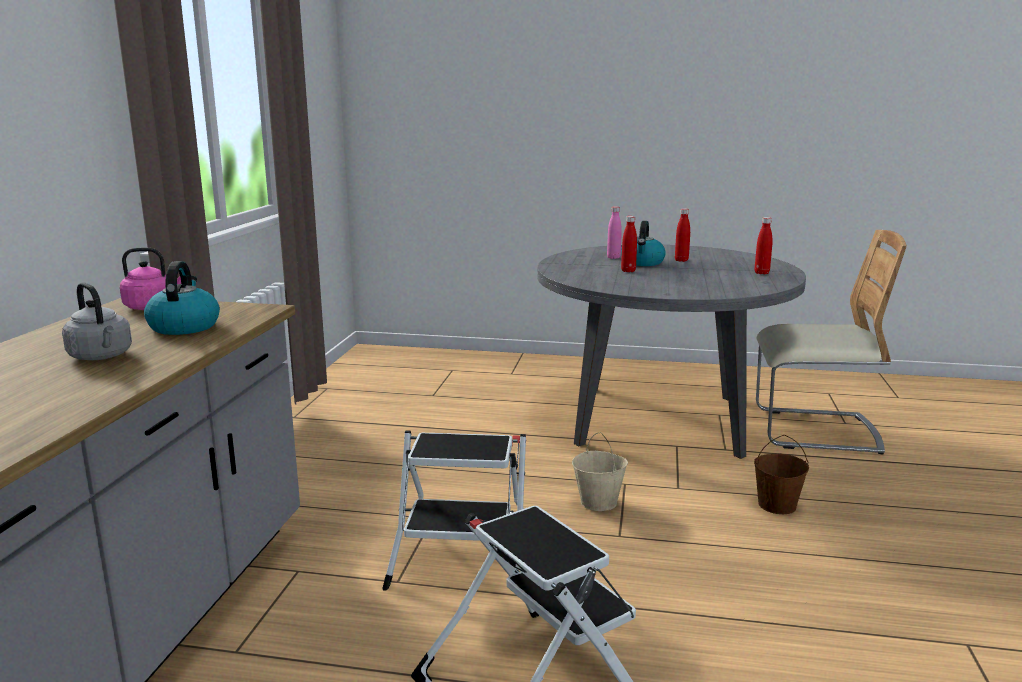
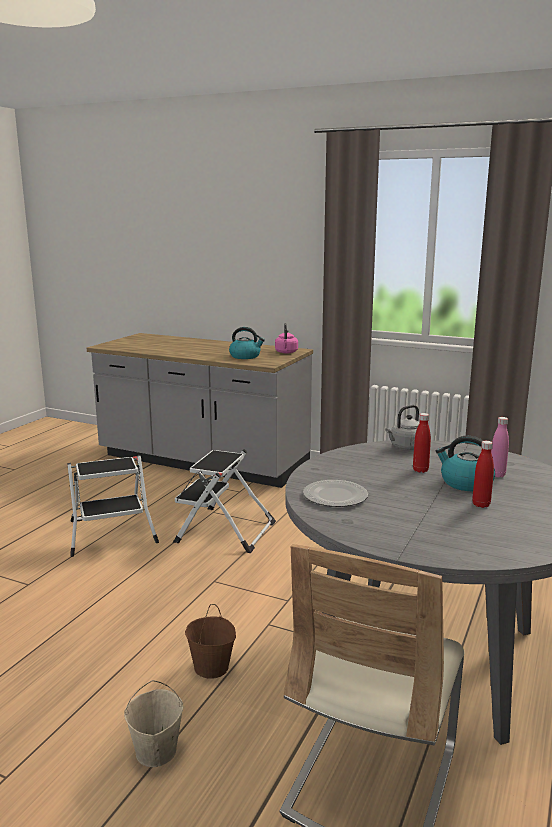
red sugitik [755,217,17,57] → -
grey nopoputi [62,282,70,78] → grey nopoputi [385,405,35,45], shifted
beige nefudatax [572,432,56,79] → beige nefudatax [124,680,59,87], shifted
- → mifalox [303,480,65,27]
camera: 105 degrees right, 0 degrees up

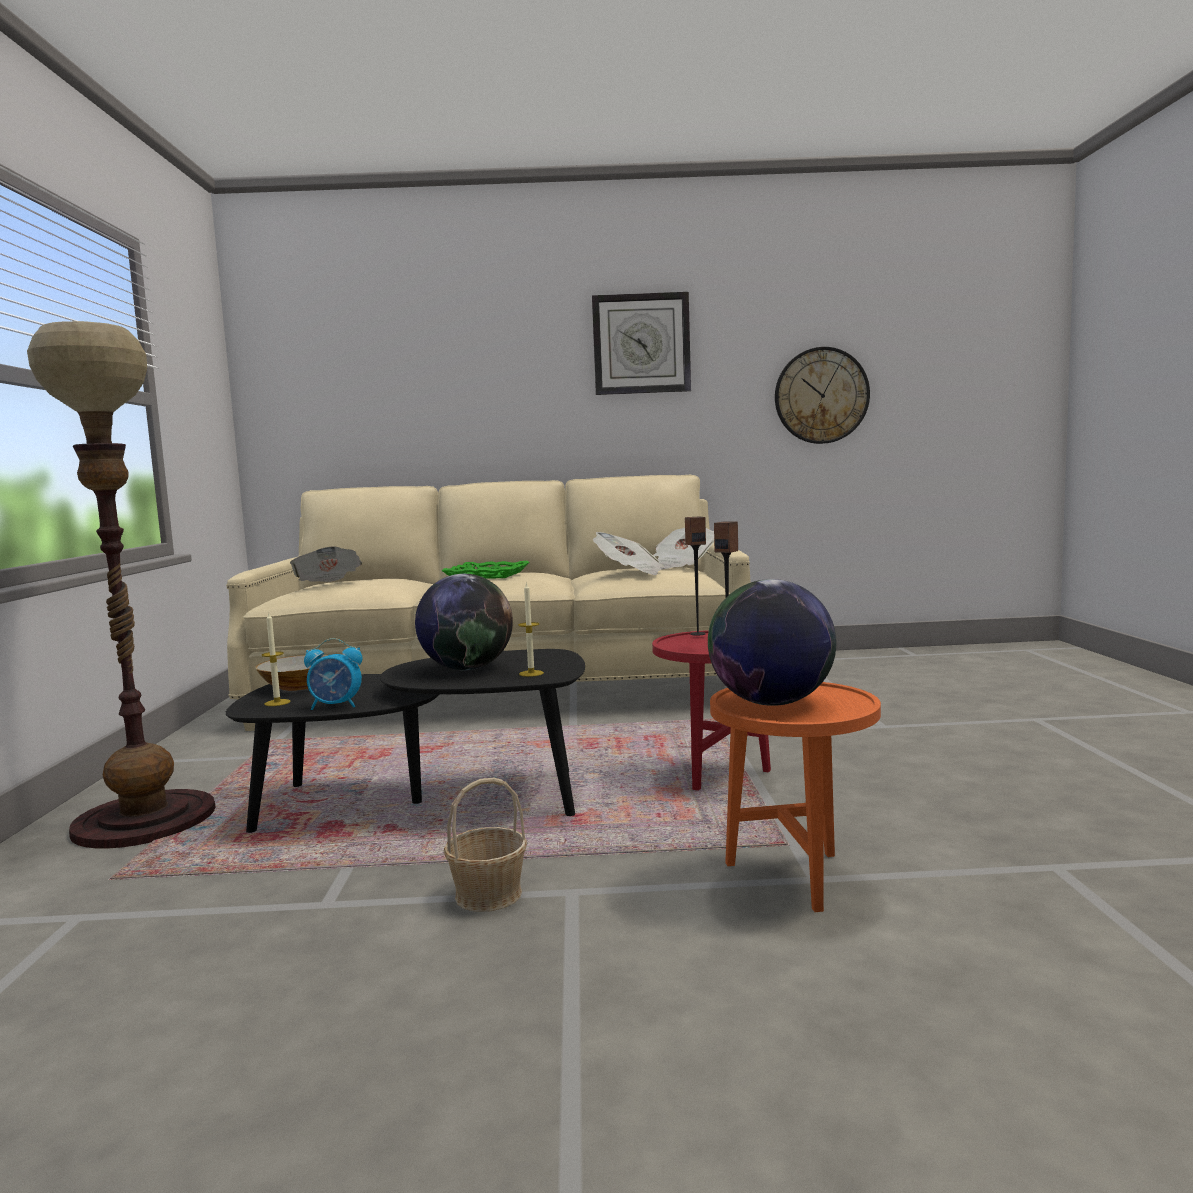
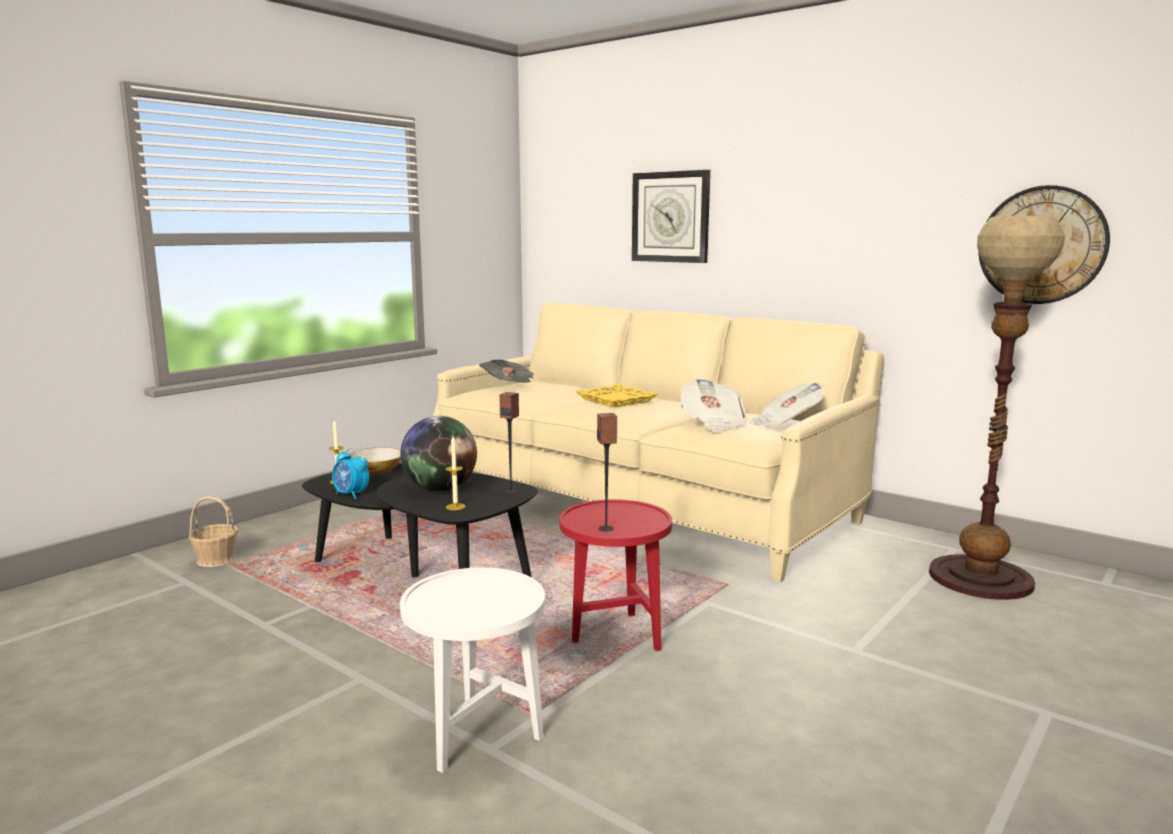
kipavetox [592,292,99,103] → kipavetox [632,170,78,93], shifted
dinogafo [27,321,189,527] → dinogafo [929,216,136,384], shifted
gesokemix [685,516,21,120] → gesokemix [499,392,20,102], shifted
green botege [441,561,88,18] → yellow botege [575,384,83,23]
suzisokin [708,579,128,127] → -
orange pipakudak [710,682,171,230] → white pipakudak [400,567,145,206]
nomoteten [444,778,83,134] → nomoteten [189,496,49,71], shifted
camera: 40 degrees right, 5 degrees up

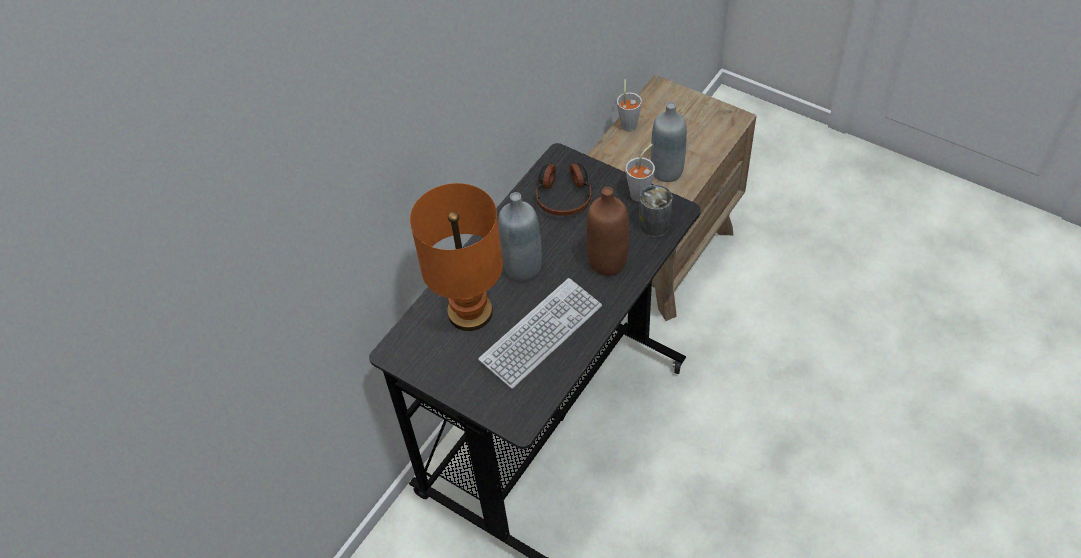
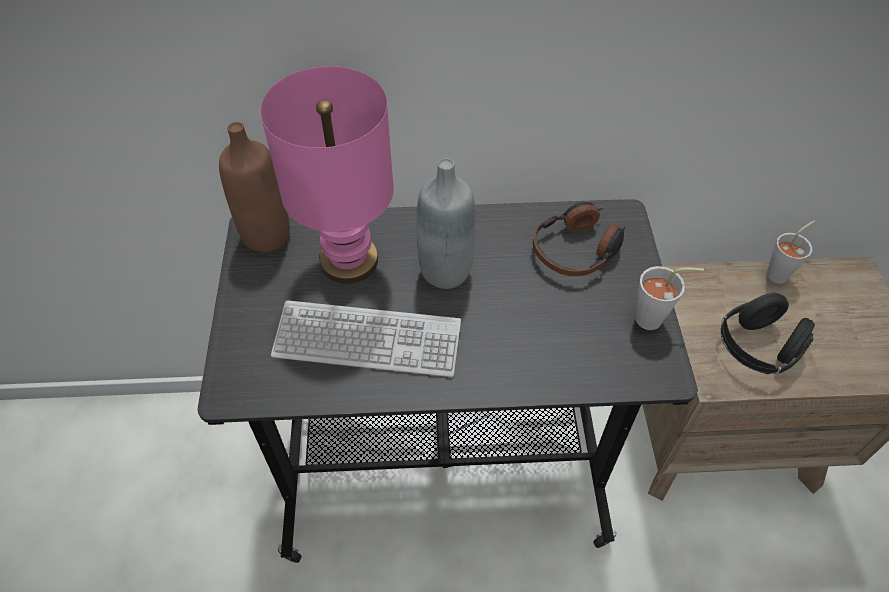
grey sugitik [651,102,36,80] → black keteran [721,293,94,81]
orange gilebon [410,183,93,148] → pink gilebon [260,66,134,218]
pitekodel [639,185,34,52] → -
brown sugitik [586,187,43,89] → brown sugitik [219,122,71,130], shifted
camera: 50 degrees right, 0 degrees up

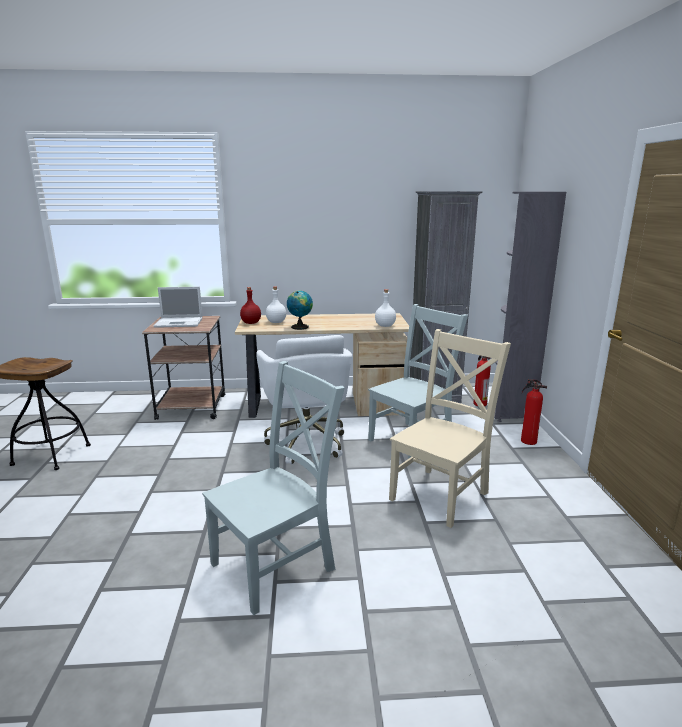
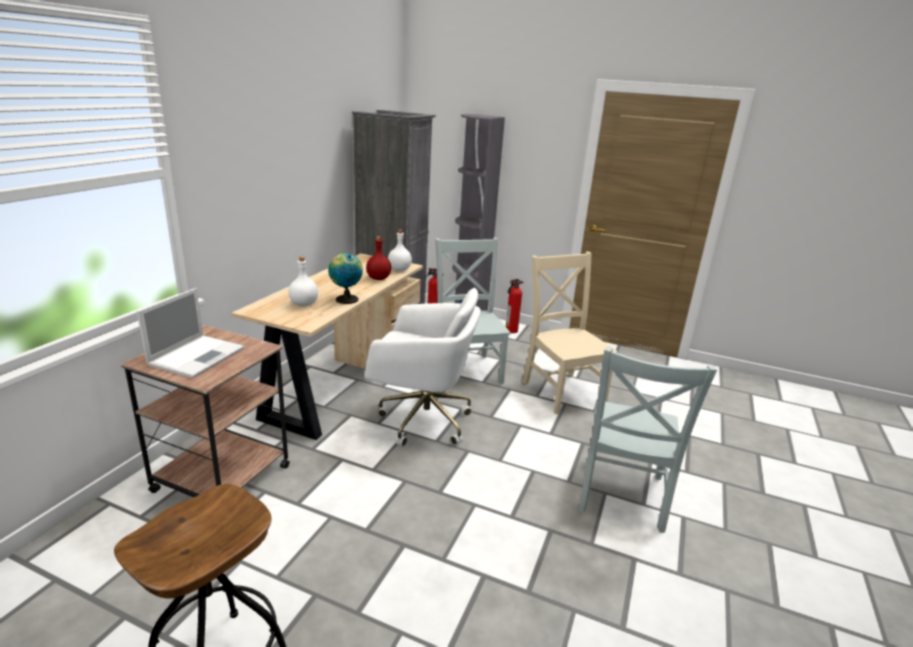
red sugitik [240,287,21,37] → red sugitik [366,236,25,44], shifted
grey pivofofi [202,361,143,254] → grey pivofofi [578,347,139,186], 150 degrees counterclockwise
camera: 65 degrees left, 5 degrees up

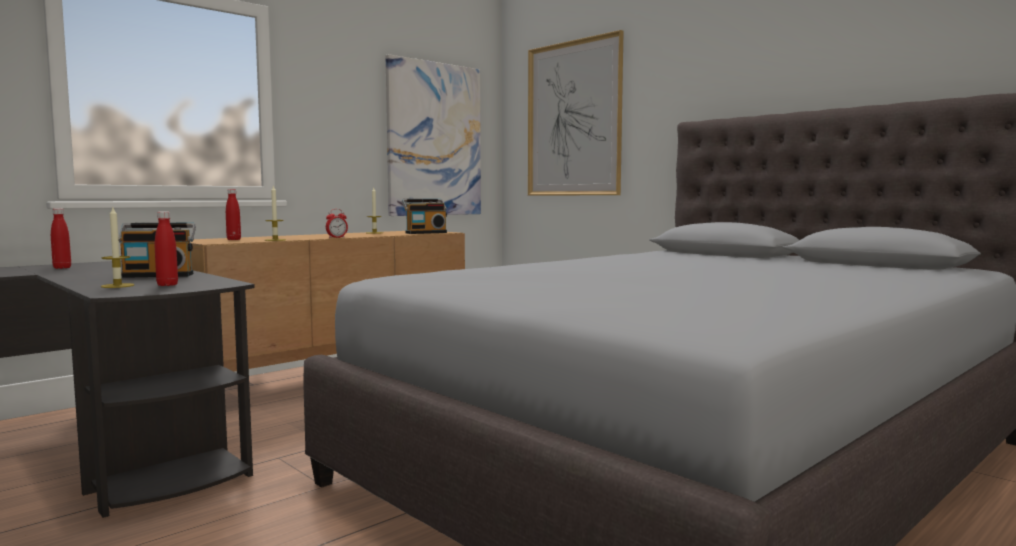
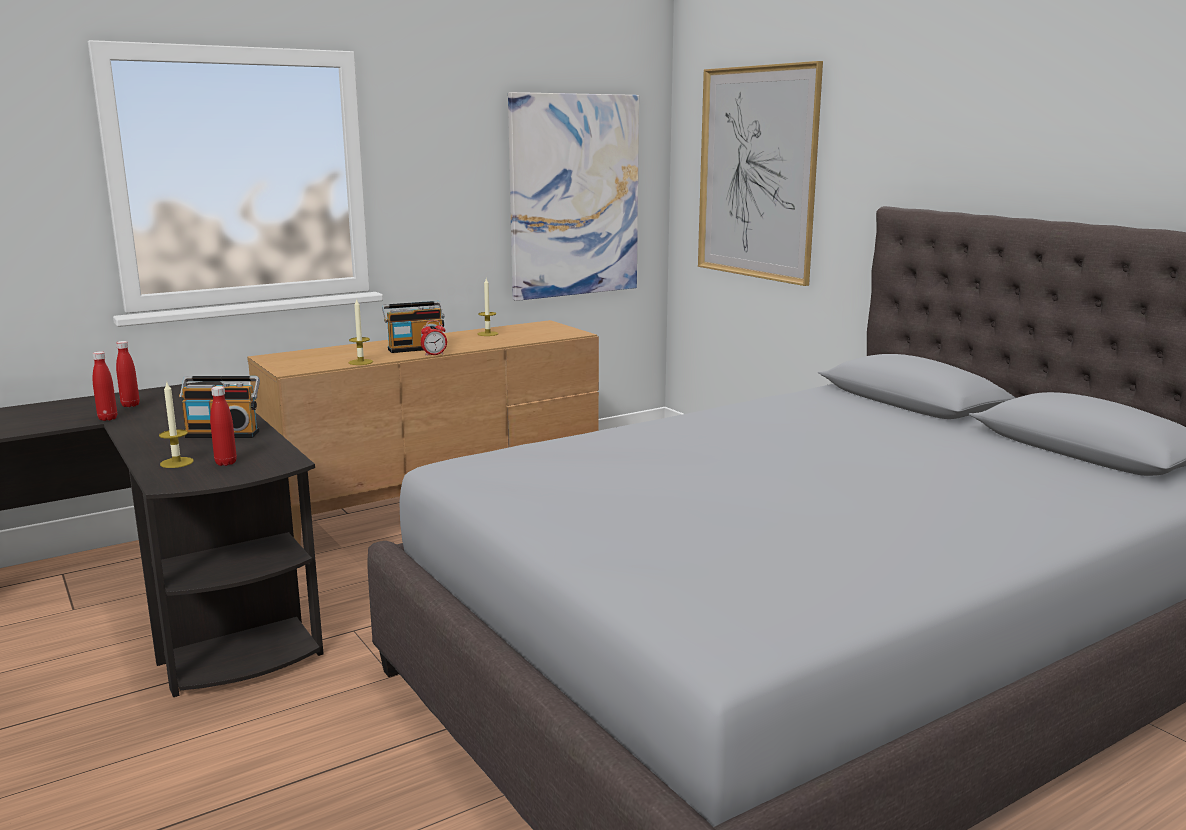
red sugitik [226,189,15,51] → red sugitik [92,351,25,70], shifted
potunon [401,199,46,35] → potunon [382,301,63,52], shifted
camera: 10 degrees right, 10 degrees up

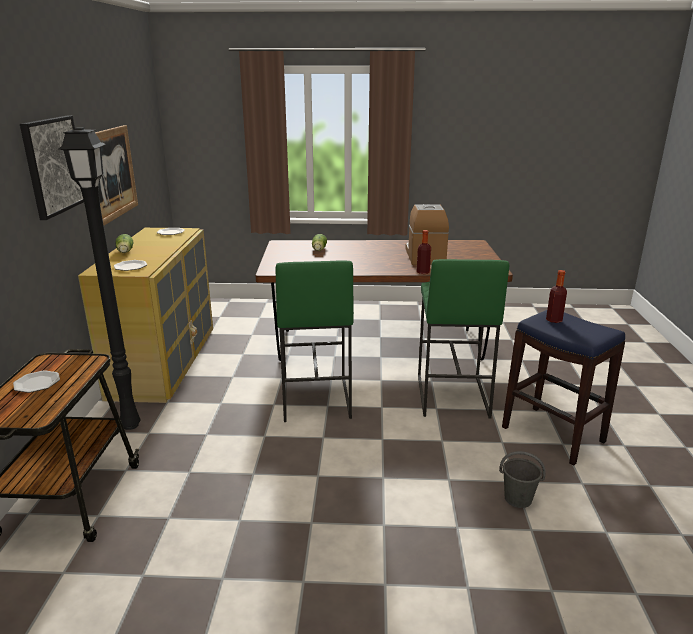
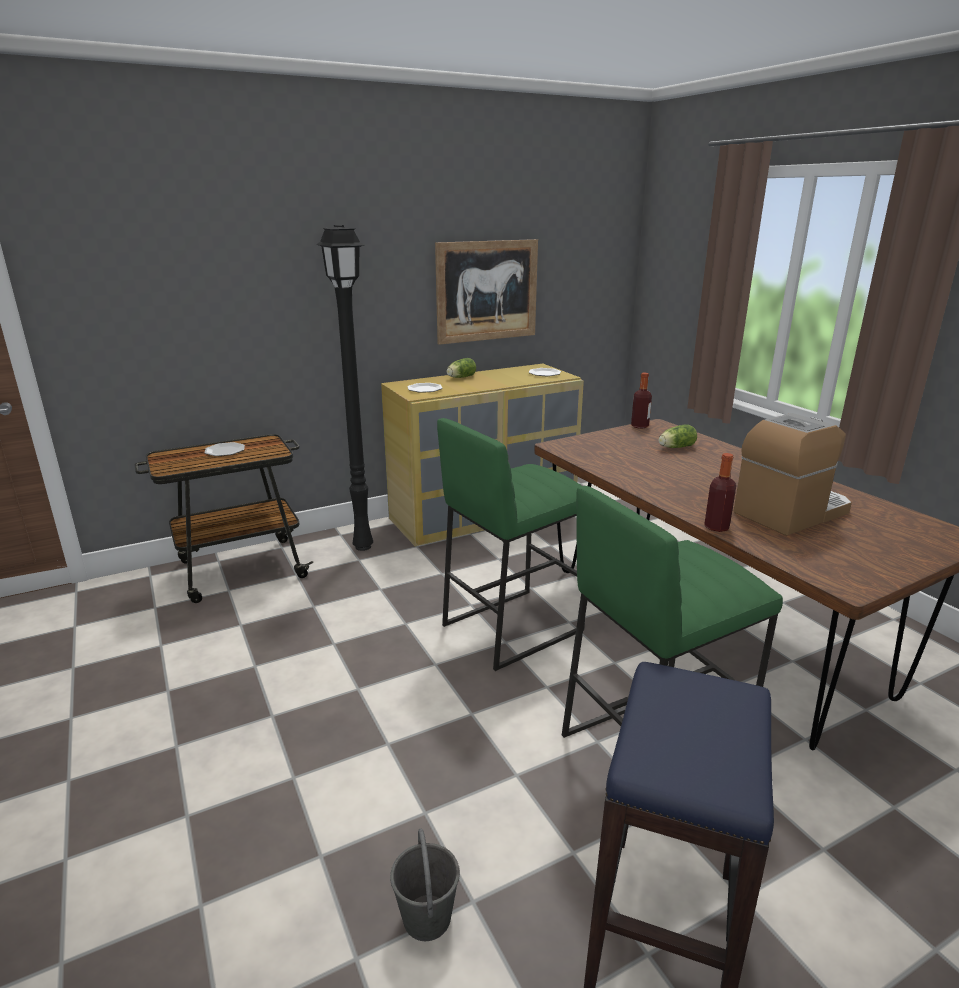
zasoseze [20,116,64,104] → -
sugitik [546,270,21,53] → sugitik [631,373,21,56], shifted
camera: 60 degrees right, 0 degrees up

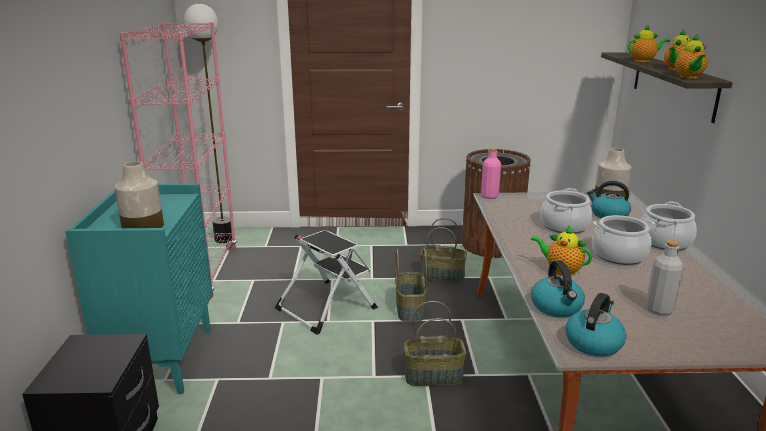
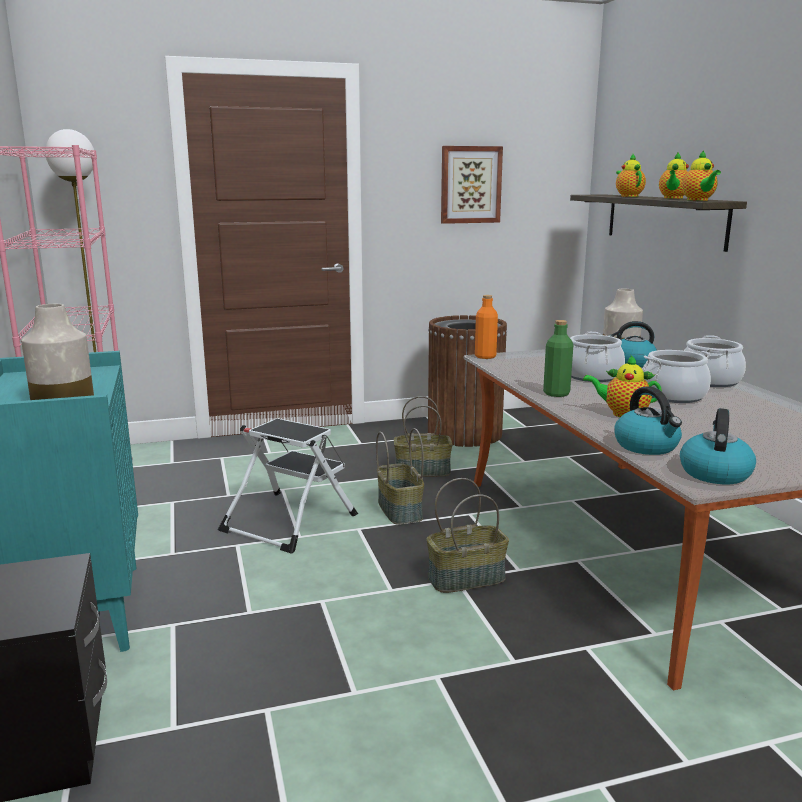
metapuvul [628,24,42,38] → metapuvul [616,154,30,43], 75 degrees counterclockwise
pink sugitik [481,148,20,51] → orange sugitik [475,295,23,64]
grey sugitik [646,240,38,75] → -
- → zasoseze [441,146,62,78]
- → green sugitik [543,320,30,77]
camera: 15 degrees left, 5 degrees down

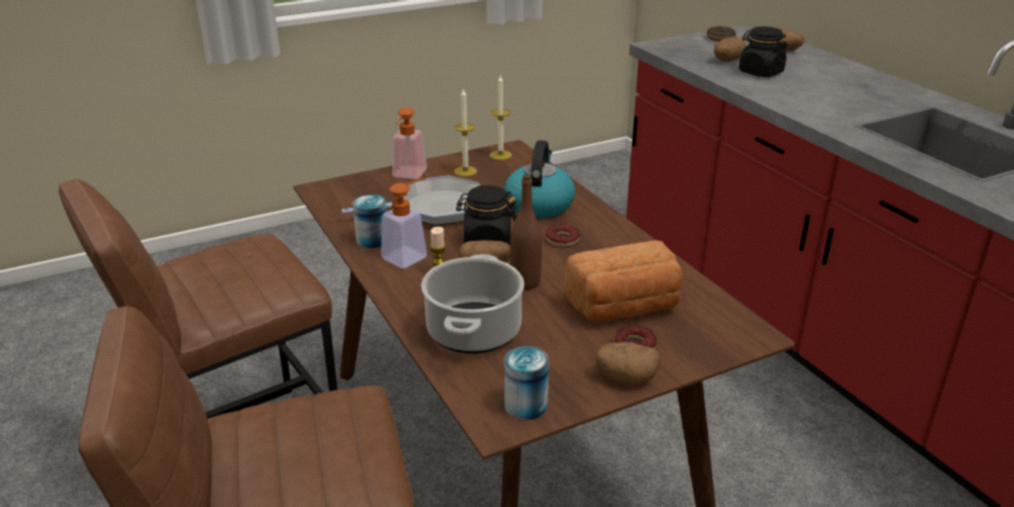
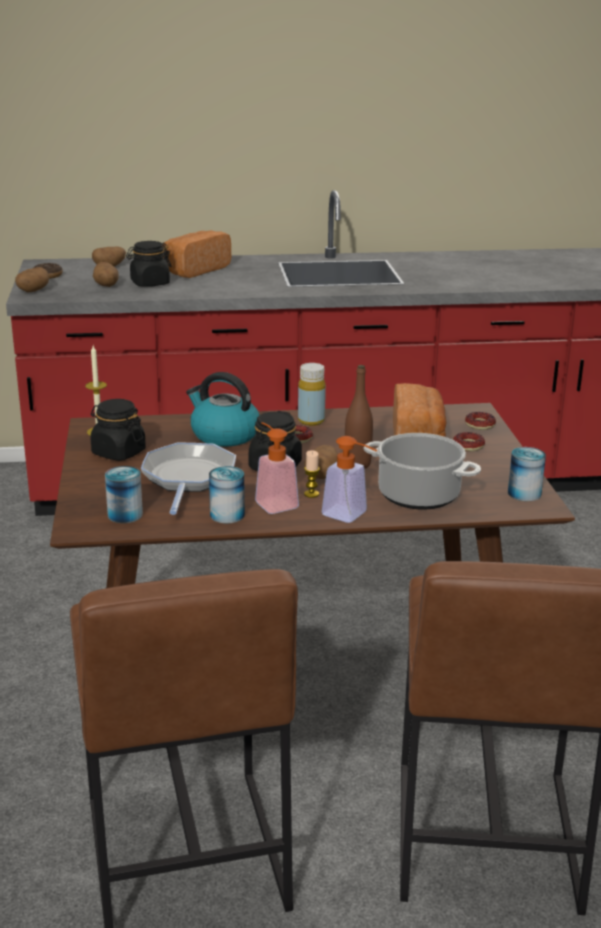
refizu [454,88,23,88] → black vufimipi [90,399,56,62]
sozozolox [392,108,35,71] → sozozolox [322,436,55,87], shifted
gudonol [595,342,66,42] → gudonol [15,267,34,25], shifted
- → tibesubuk [163,230,68,48]
- → yellow sugitik [298,363,28,63]
- → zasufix [465,412,31,18]
- → pitekodel [105,466,38,57]
camera: 70 degrees left, 5 degrees down

